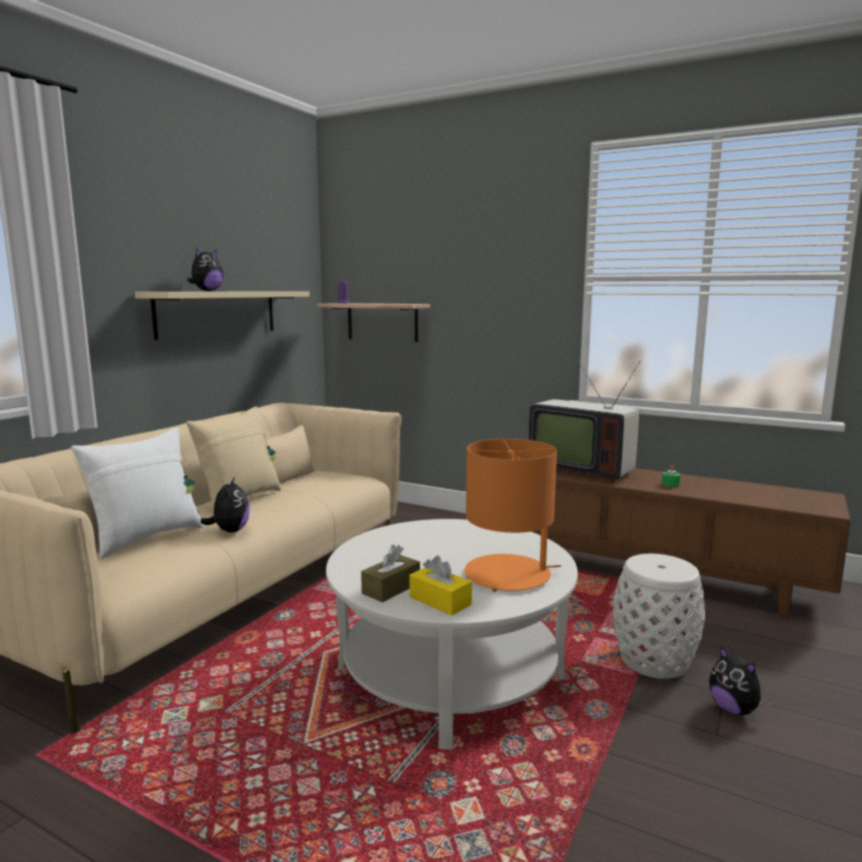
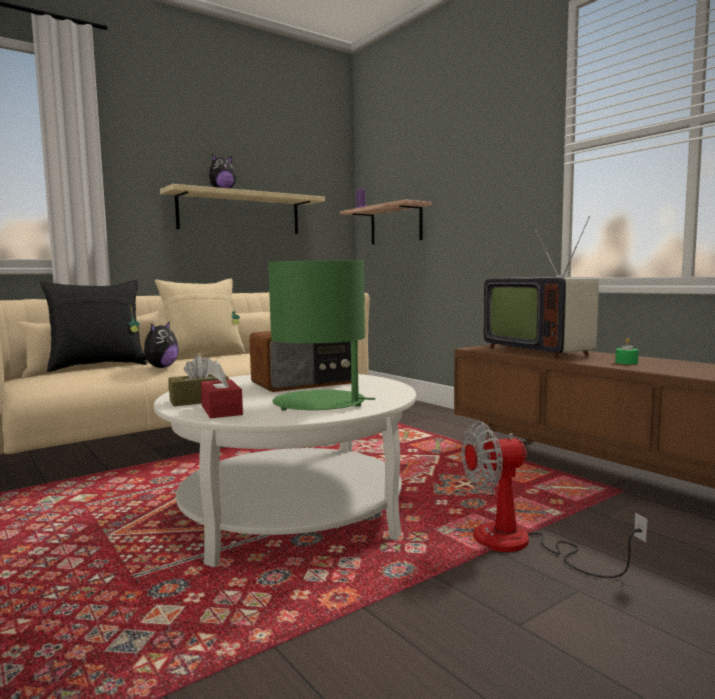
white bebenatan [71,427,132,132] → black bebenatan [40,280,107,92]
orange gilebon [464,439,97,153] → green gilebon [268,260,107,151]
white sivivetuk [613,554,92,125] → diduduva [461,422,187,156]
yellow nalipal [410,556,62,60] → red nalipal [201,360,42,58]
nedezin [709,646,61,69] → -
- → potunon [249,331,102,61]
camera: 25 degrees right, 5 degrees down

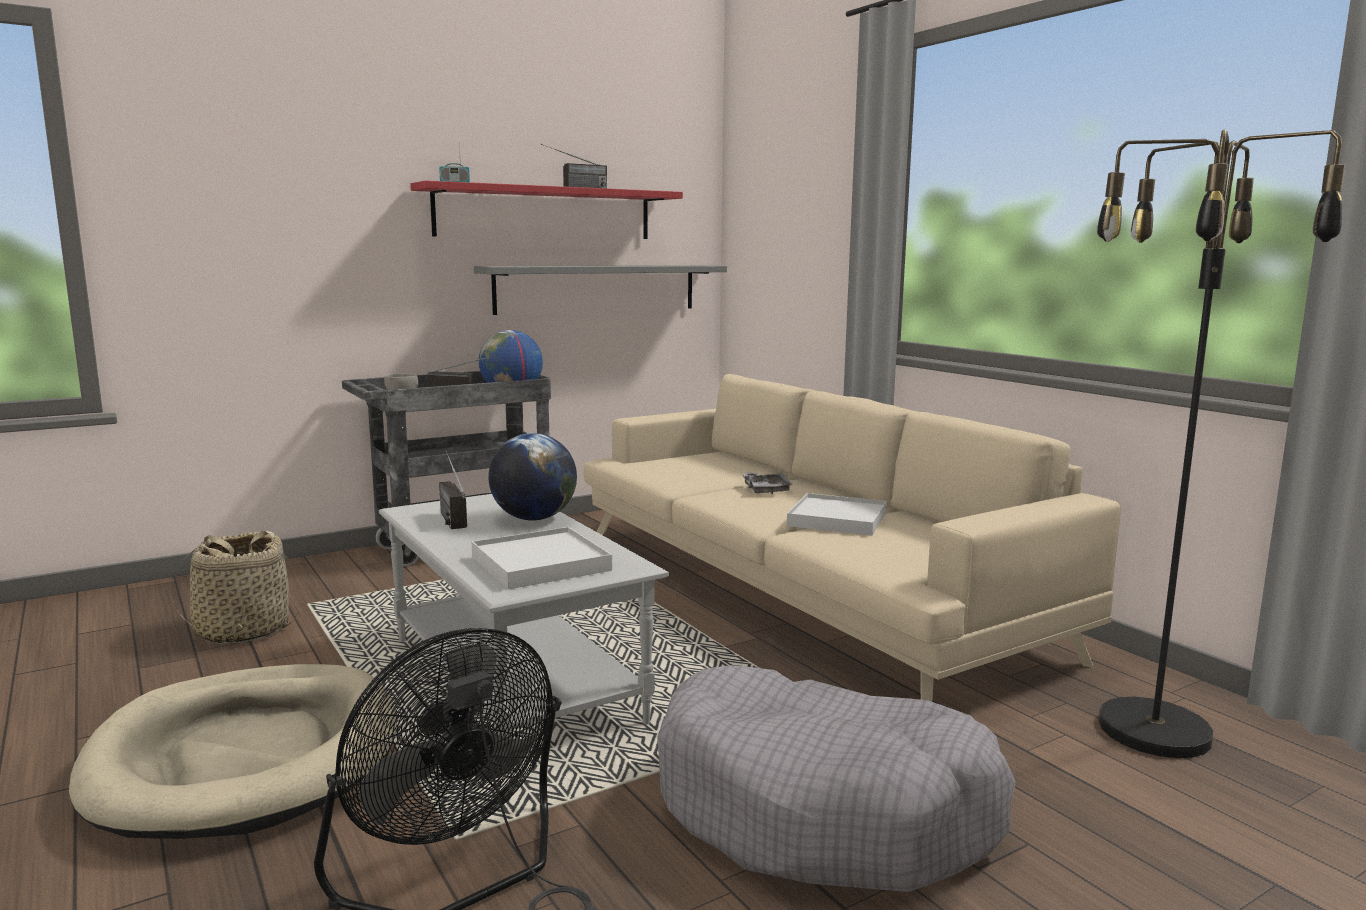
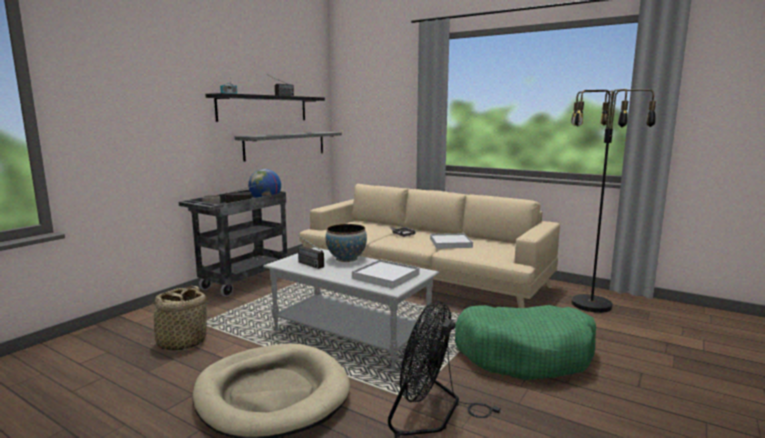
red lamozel [411,180,272,59] → black lamozel [205,93,120,29]
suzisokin [488,433,89,88] → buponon [326,224,41,38]
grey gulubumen [657,665,359,227] → green gulubumen [455,305,141,75]
camera: 25 degrees left, 0 degrees up

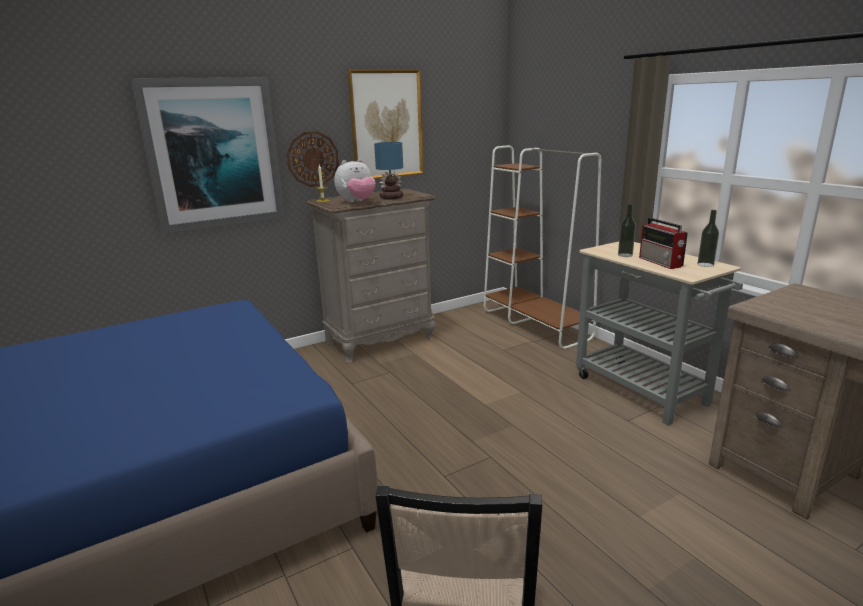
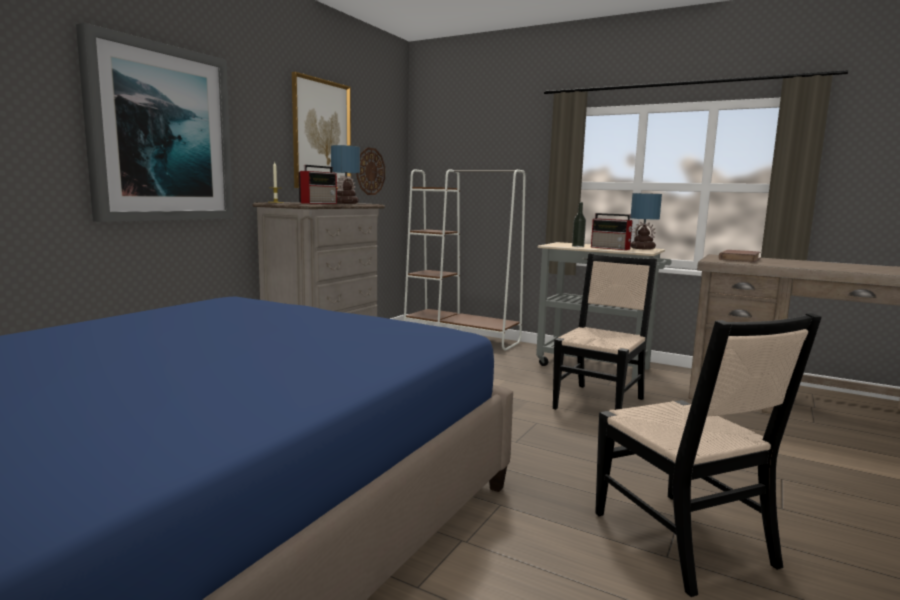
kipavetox [287,131,52,56] → kipavetox [356,147,29,48], shifted
nedezin [334,159,42,44] → potunon [299,165,38,39]
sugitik [697,210,22,57] → gilebon [630,193,32,57]
- → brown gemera [719,250,41,13]
- → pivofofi [553,253,104,157]
camera: 30 degrees left, 10 degrees down

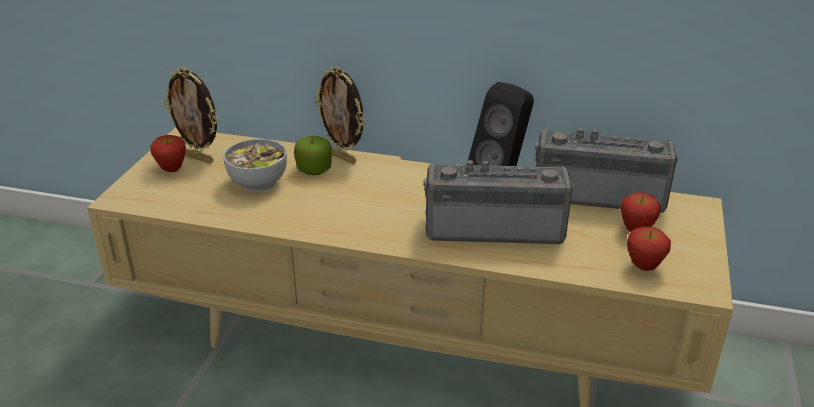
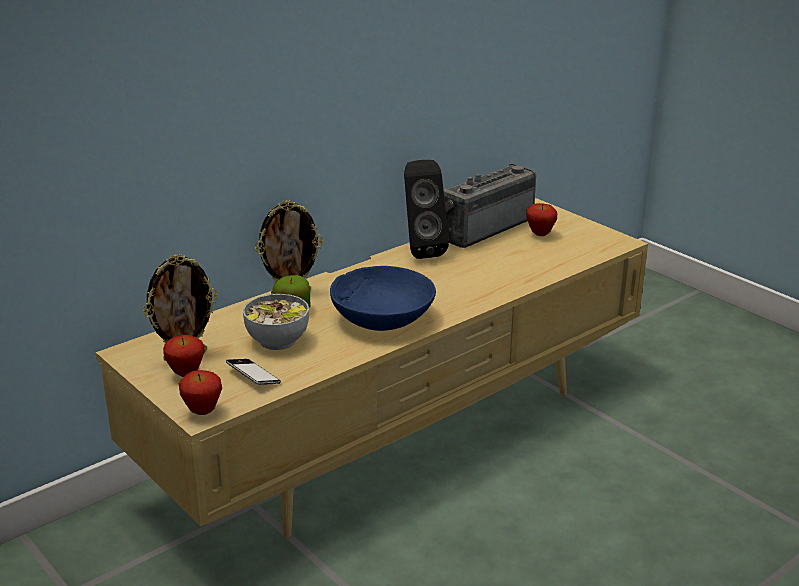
potunon [423,160,150,84] → -
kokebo [627,227,44,44] → kokebo [179,370,43,45], shifted
- → blue buponon [330,266,106,65]
- → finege [226,359,55,26]
camera: 55 degrees left, 5 degrees down

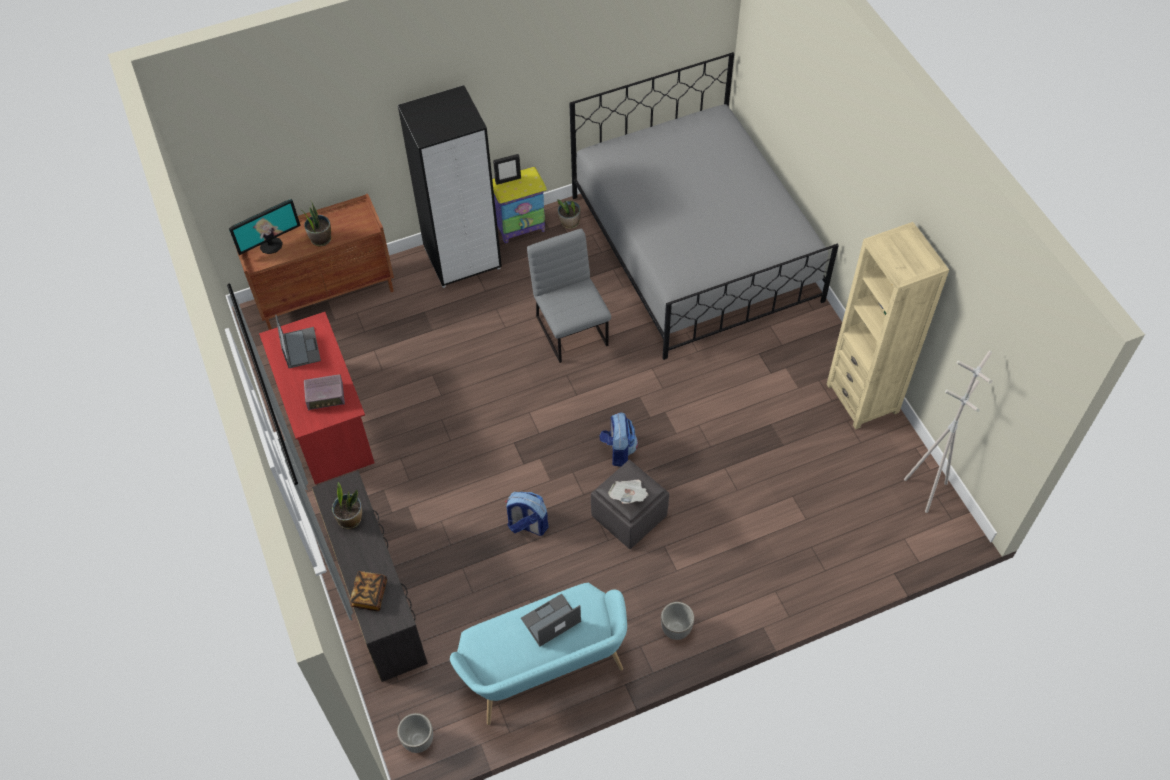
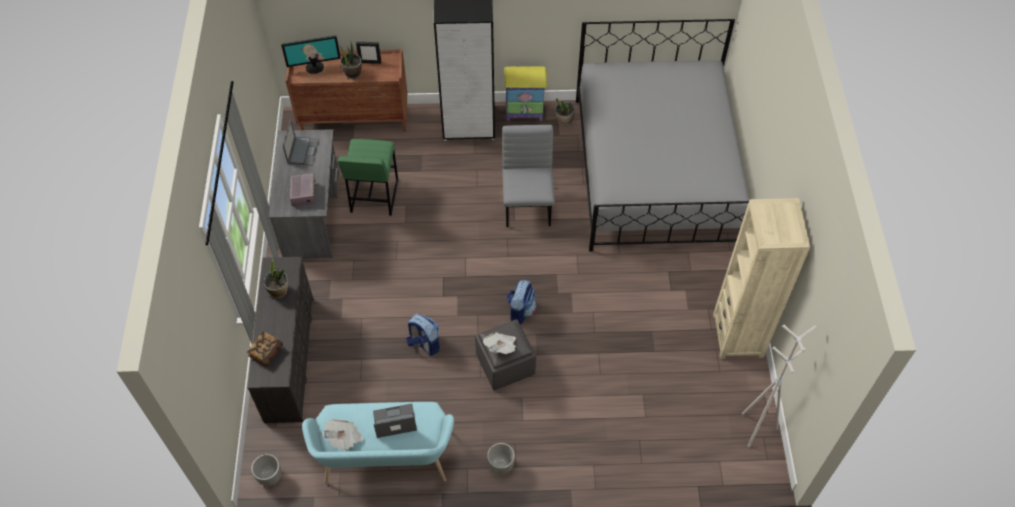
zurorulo [493,154,28,31] → zurorulo [356,42,25,22], shifted
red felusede [259,312,115,172] → grey felusede [268,129,71,130]
potunon [304,374,41,37] → potunon [290,173,26,33], 105 degrees counterclockwise
- → green pivofofi [338,139,60,77]
- → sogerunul [322,419,42,31]
camera: 20 degrees right, 0 degrees up

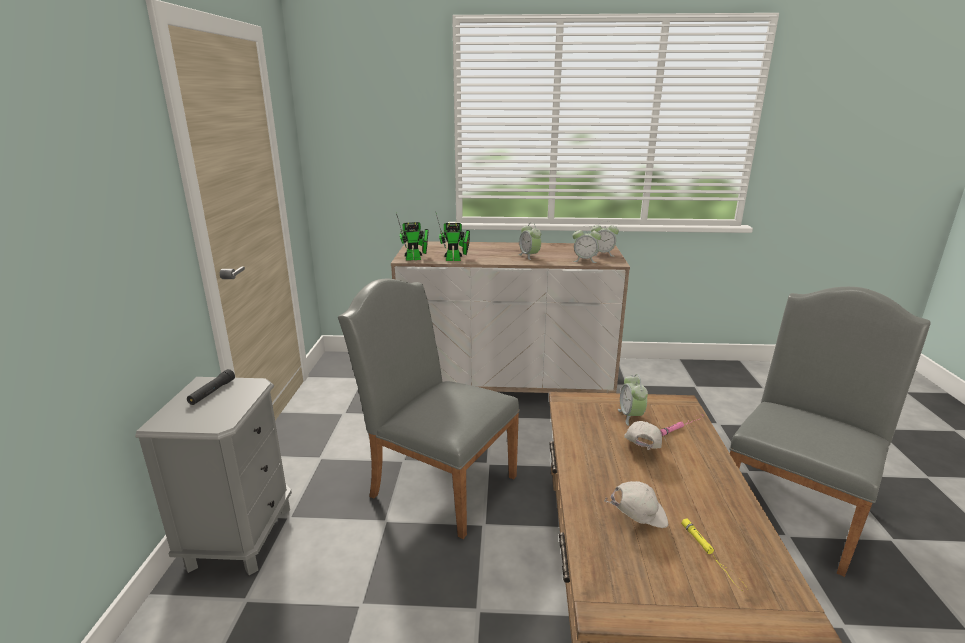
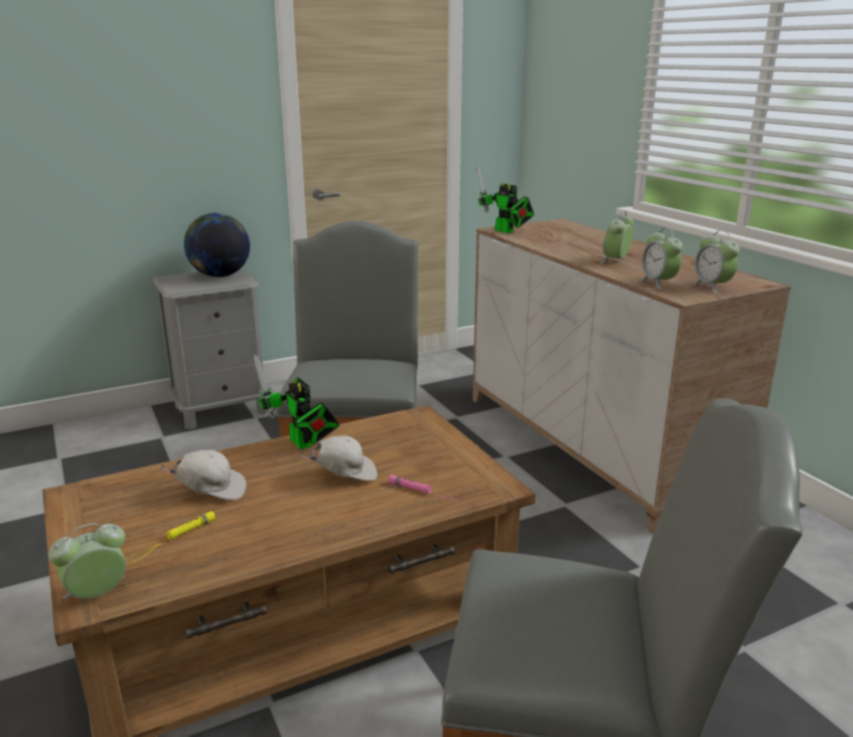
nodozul [436,213,34,48] → nodozul [253,355,86,95], shifted
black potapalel [187,369,48,36] → suzisokin [184,213,66,64]
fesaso [618,374,30,52] → fesaso [49,523,77,76], shifted
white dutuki [604,481,64,47] → white dutuki [160,450,86,50], 60 degrees counterclockwise
camera: 60 degrees right, 0 degrees up

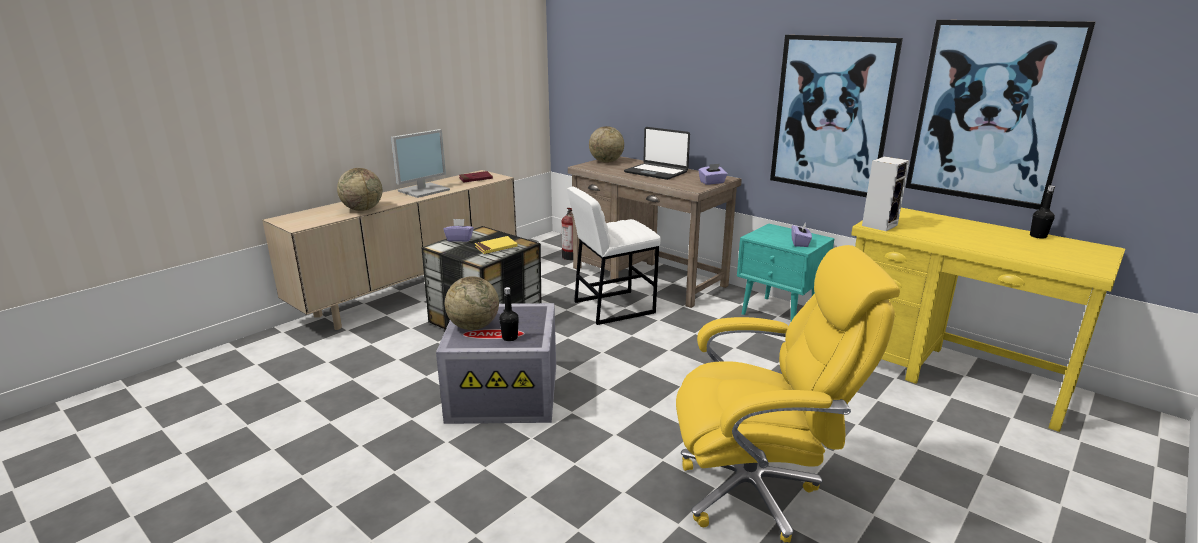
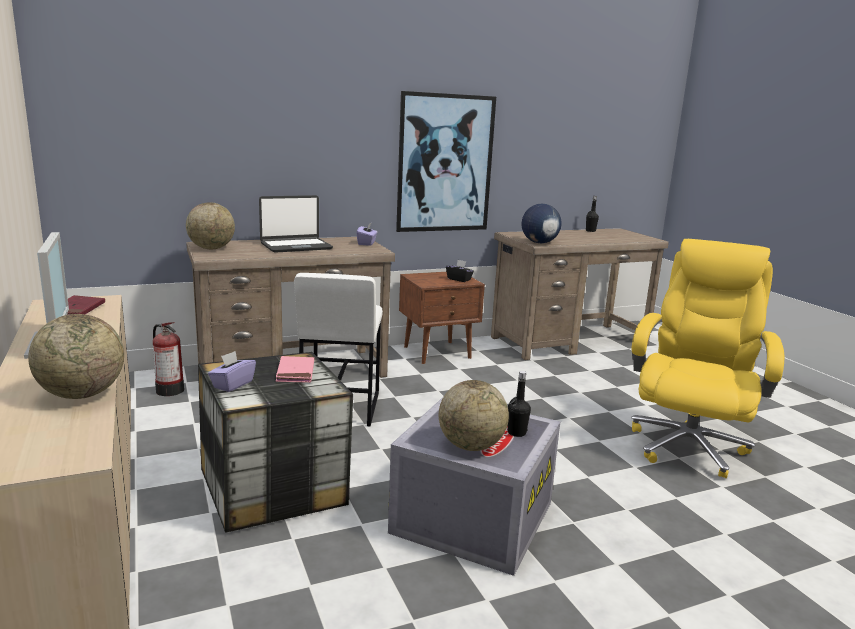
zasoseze [905,20,191,190] → -
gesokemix [862,156,48,75] → suzisokin [522,203,40,40]
yellow felusede [851,208,274,224] → brown felusede [491,228,178,132]
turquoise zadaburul [737,223,98,98] → brown zadaburul [399,272,86,92]
purple nalipal [791,223,21,24] → black nalipal [446,260,28,22]
yellow gemera [475,236,43,18] → pink gemera [276,356,38,27]
camera: 65 degrees left, 5 degrees down

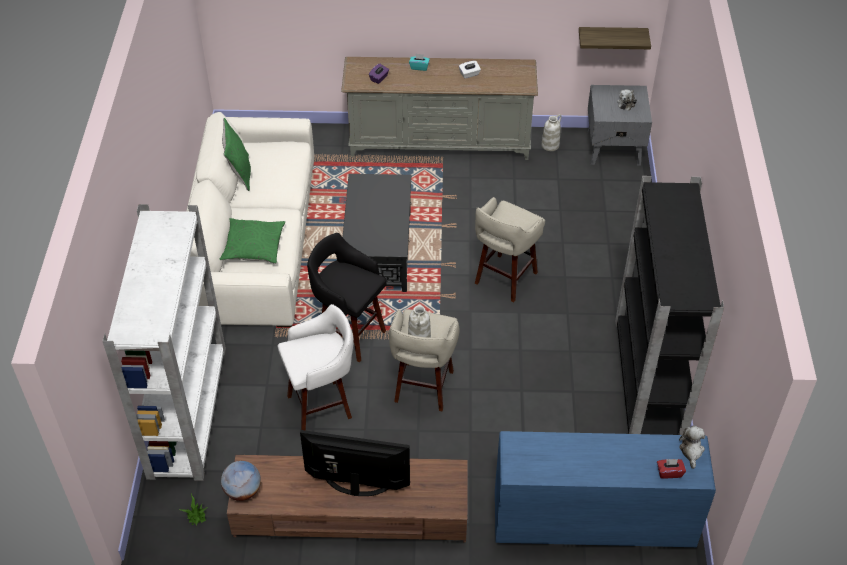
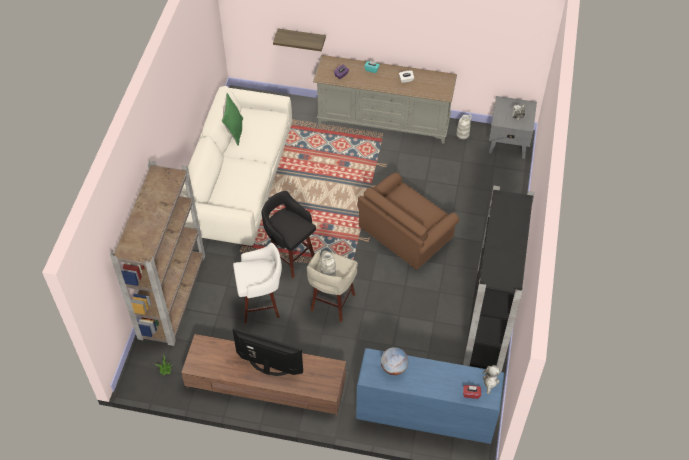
lamozel [579,27,72,22] → lamozel [273,29,53,22], shifted
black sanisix [343,174,69,118] → -
beige sivivetuk [475,197,70,106] → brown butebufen [357,172,103,98]
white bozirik [103,204,123,277] → brown bozirik [110,161,95,185]
green bebenatan [220,218,65,46] → -
suzisokin [221,461,40,40] → suzisokin [381,347,27,28], shifted
camera: 10 degrees right, 5 degrees up

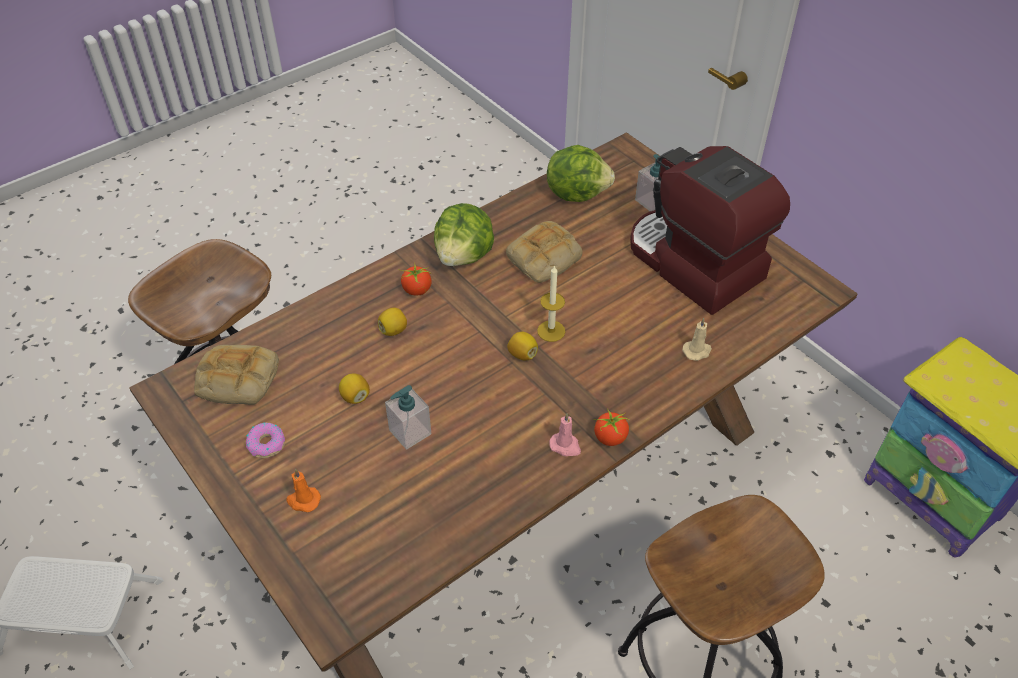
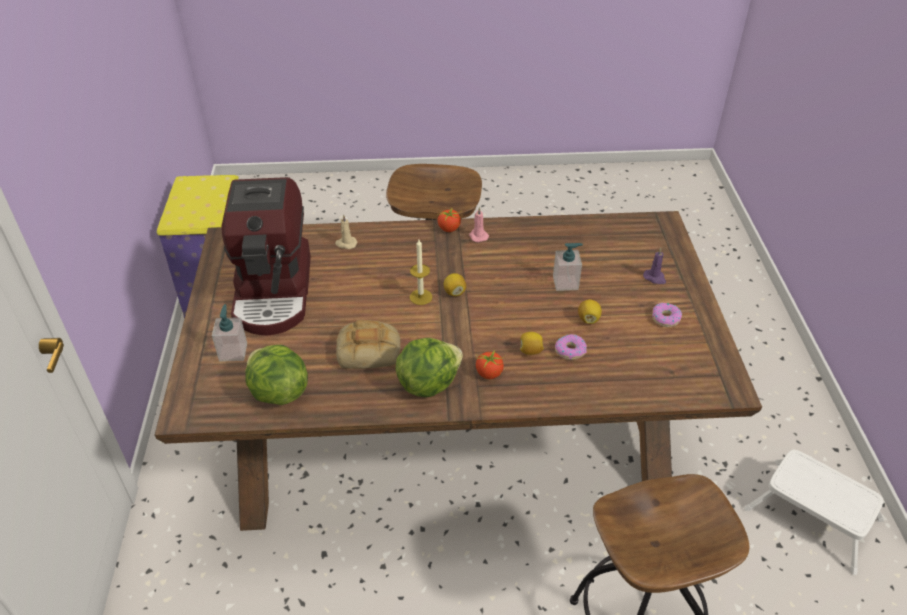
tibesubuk [194,345,85,60] → -
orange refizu [286,469,35,43] → purple refizu [643,248,23,36]
- → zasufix [555,334,32,26]
camera: 145 degrees left, 5 degrees down

